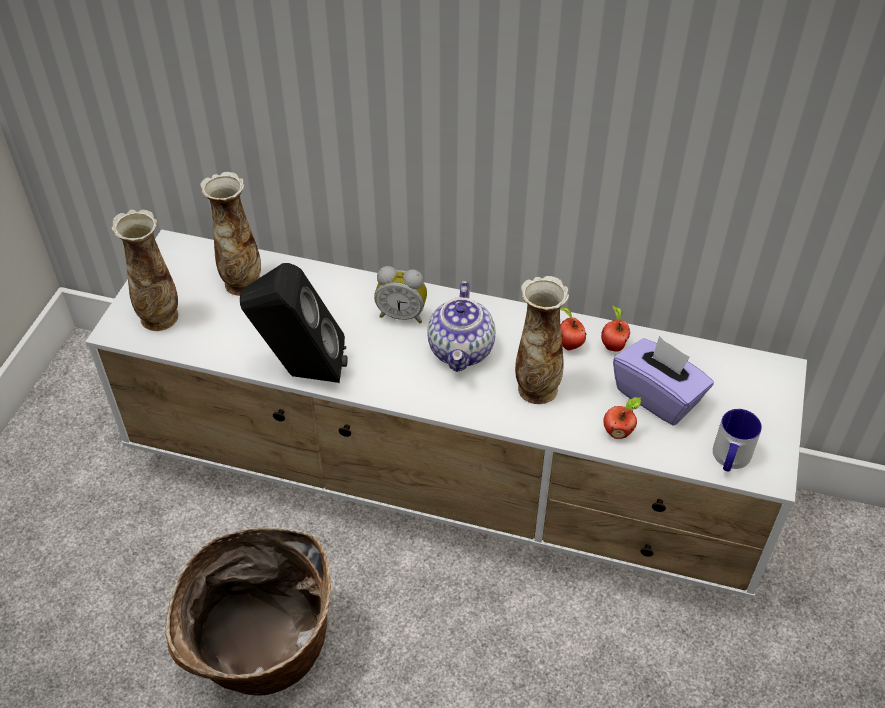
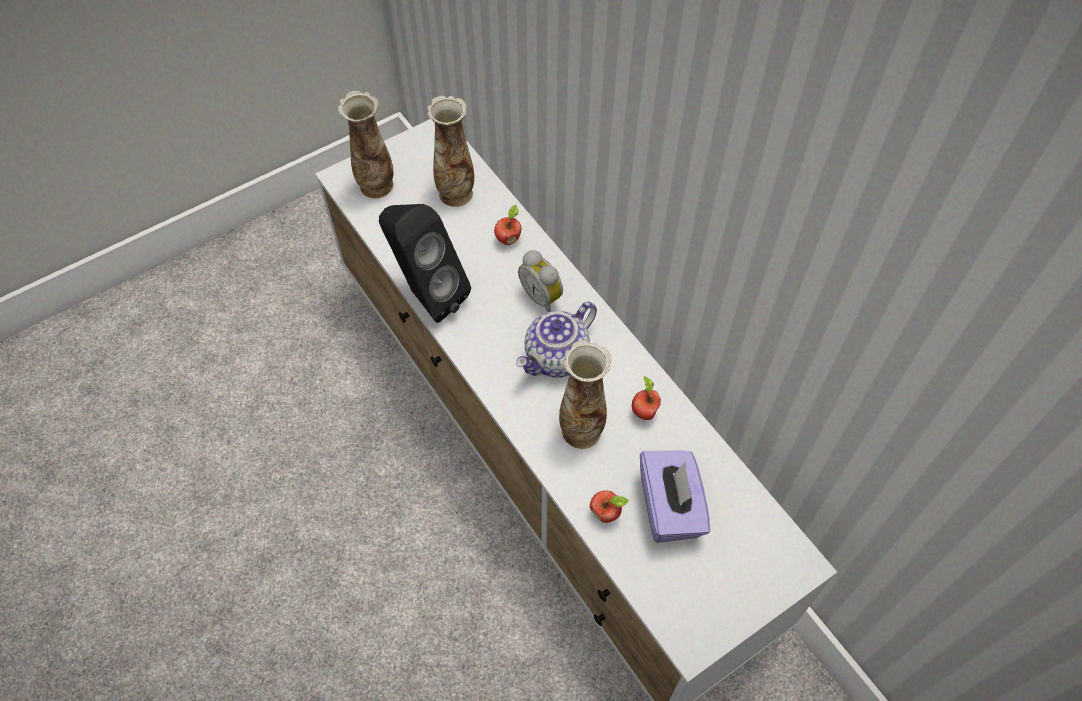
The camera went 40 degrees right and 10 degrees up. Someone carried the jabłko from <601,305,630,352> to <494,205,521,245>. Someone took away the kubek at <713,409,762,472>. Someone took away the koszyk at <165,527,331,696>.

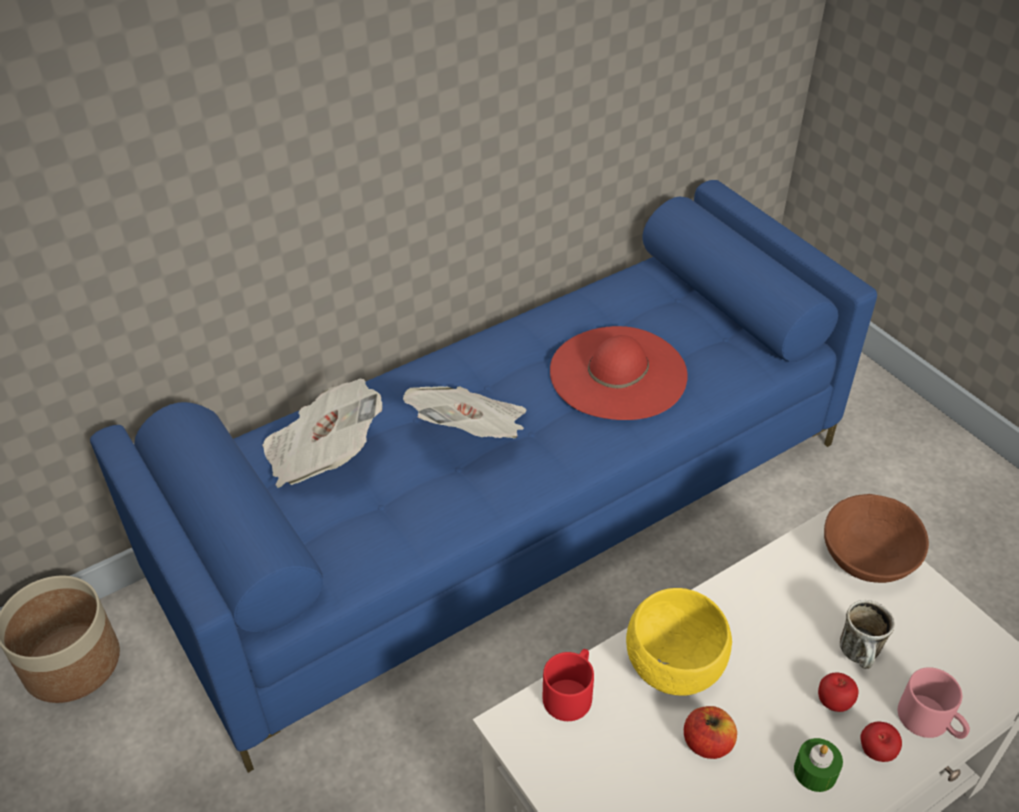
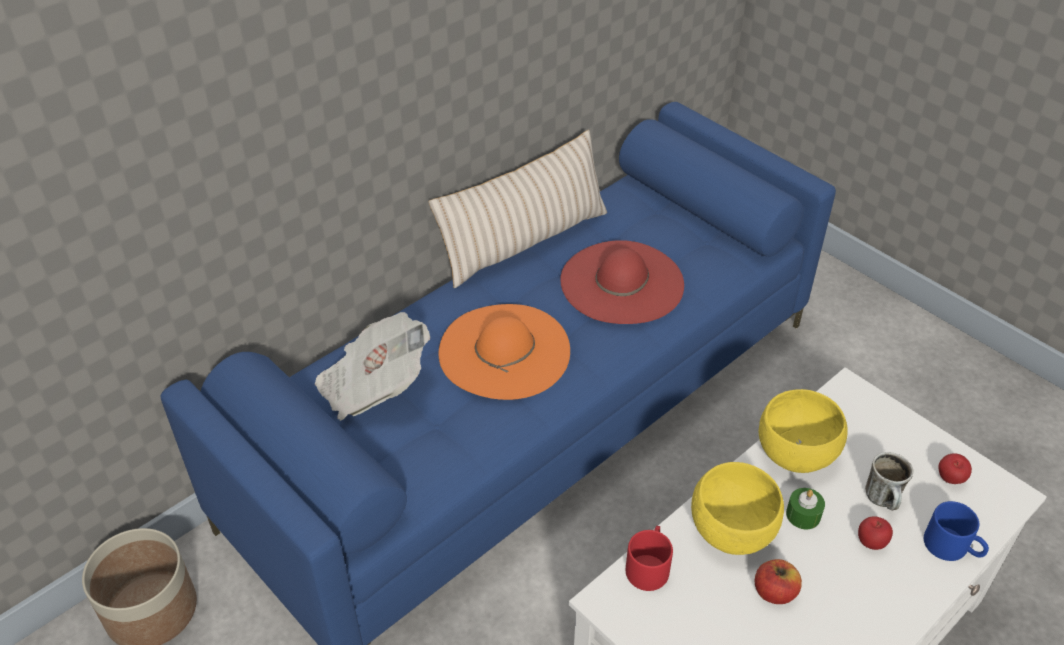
The camera went 10 degrees left and 0 degrees up. Someone swapped the gazeta at <403,386,526,438> for the kapelusz (pomarańczowy) at <439,304,570,400>. Someone took away the miska (brązowy) at <824,494,929,583>. Someone repainted the kubek (różowy) at <898,667,970,739>, which became the kubek (niebieski) at <924,501,989,561>. Someone carried the jabłko from <860,722,902,762> to <938,453,972,484>. Someone carried the świeca (zielony) from <794,738,843,792> to <786,488,825,530>. Someone put down the poduszka (beżowy) at <429,130,607,288>. Someone put down the miska (żółty) at <759,389,848,473>.

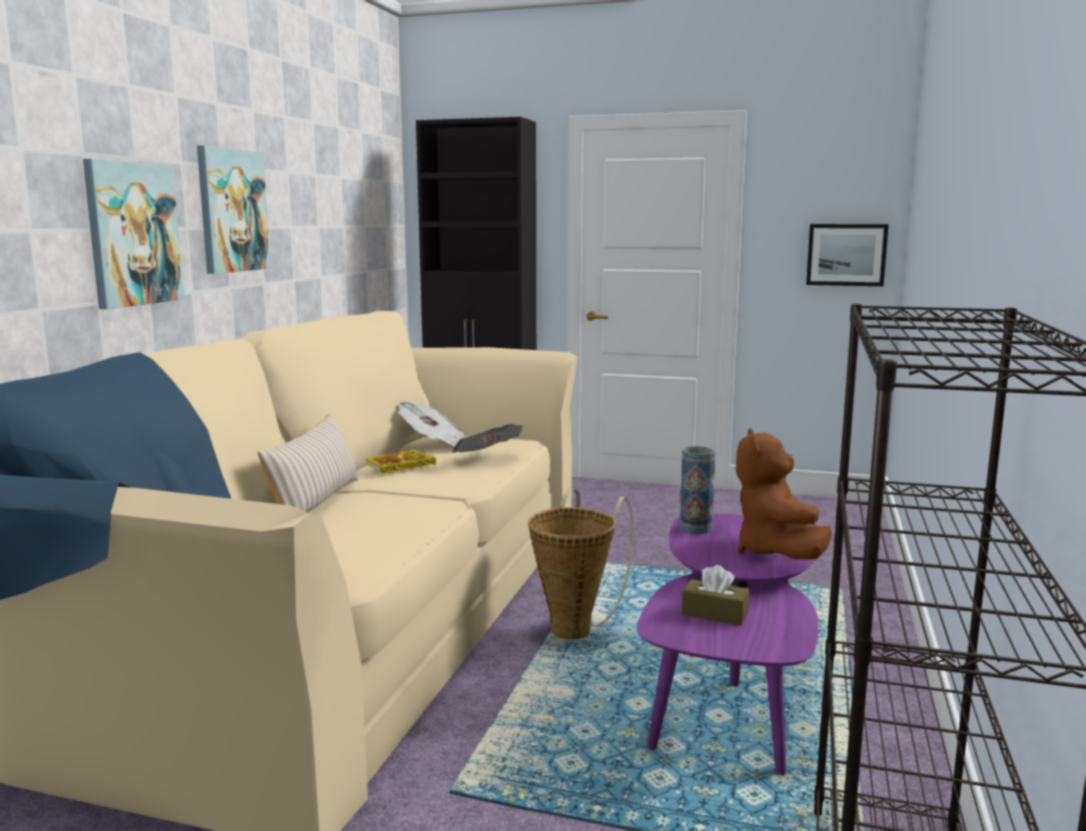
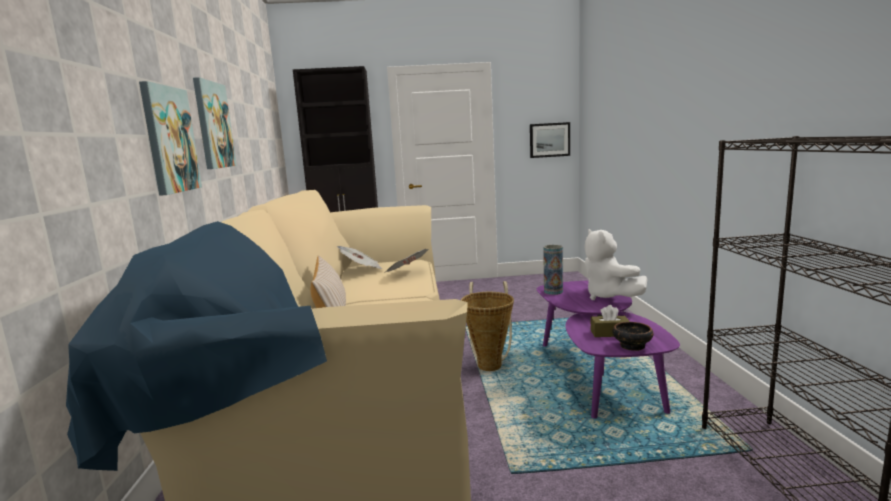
The camera went 20 degrees left and 0 degrees up. Someone repainted the pluszak (brązowy) at <736,428,832,560>, which became the pluszak (biały) at <584,229,647,300>. Someone took away the książka at <365,450,436,473>. Someone put down the miska at <612,322,654,351>.

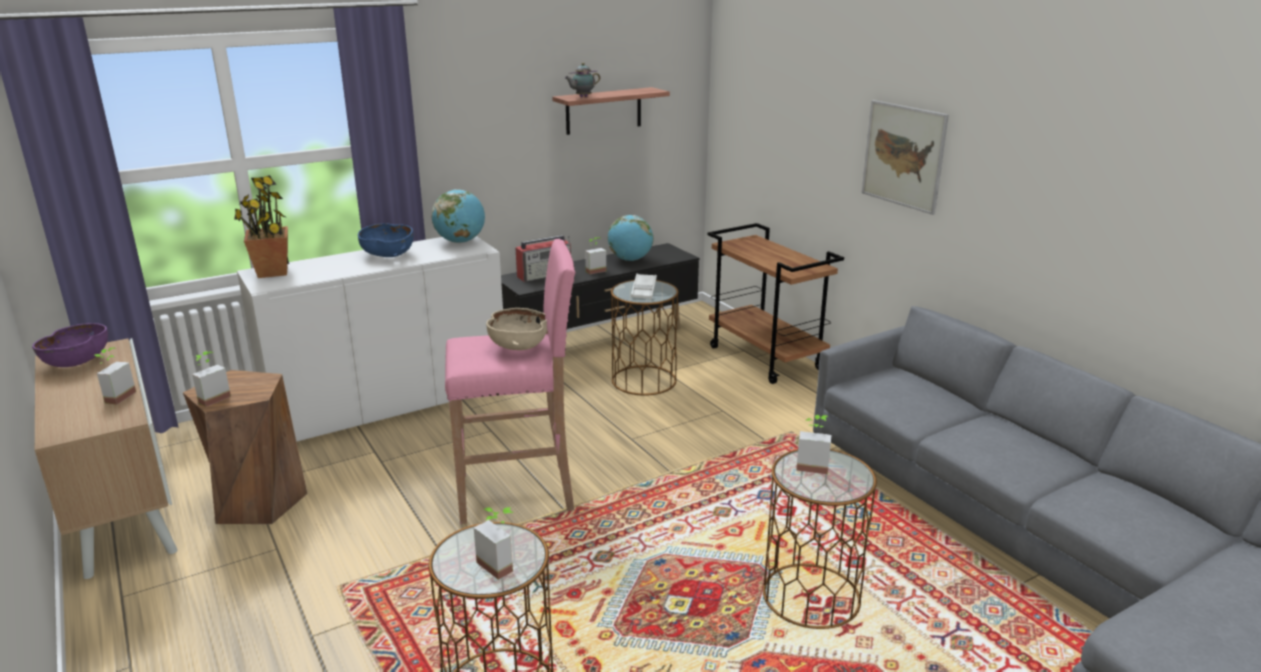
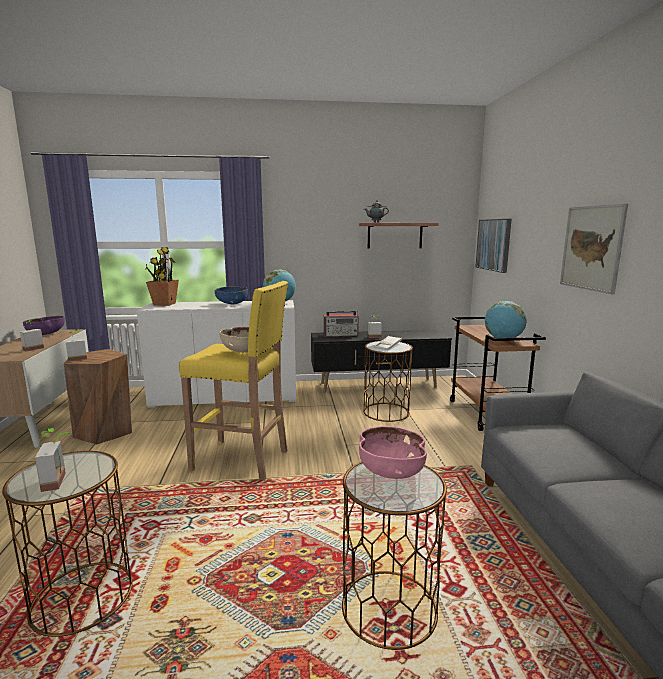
The camera went 25 degrees right and 10 degrees down. Someone carried the globus from <608,215,653,261> to <485,301,527,338>. Someone repainted the stołek (różowy) at <445,239,576,524>, which became the stołek (żółty) at <179,281,288,481>. Someone swapped the roślina doniczkowa at <796,415,831,475> for the miska (różowy) at <359,426,427,479>. Someone put up the obraz at <475,219,512,273>.

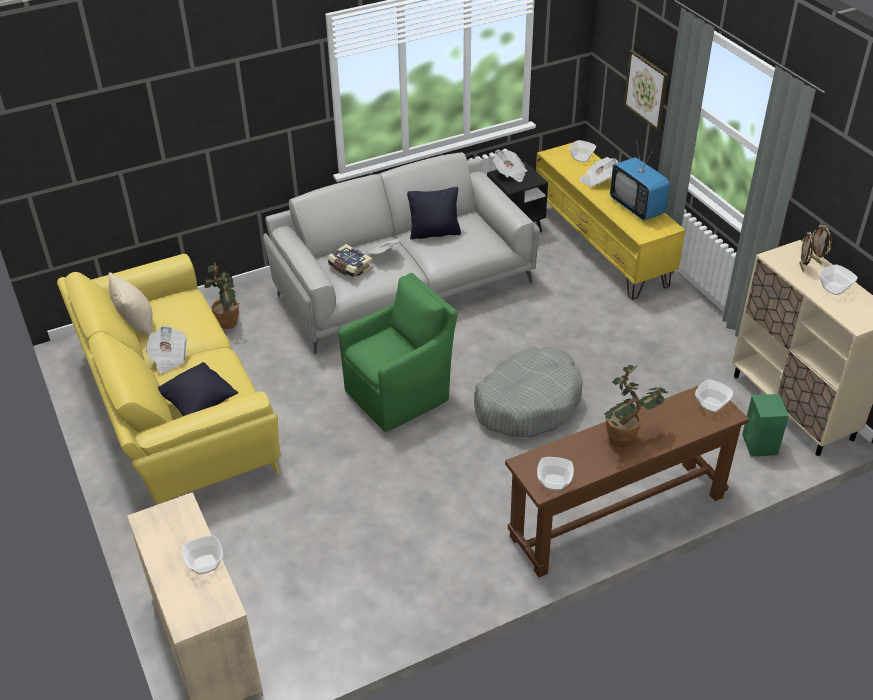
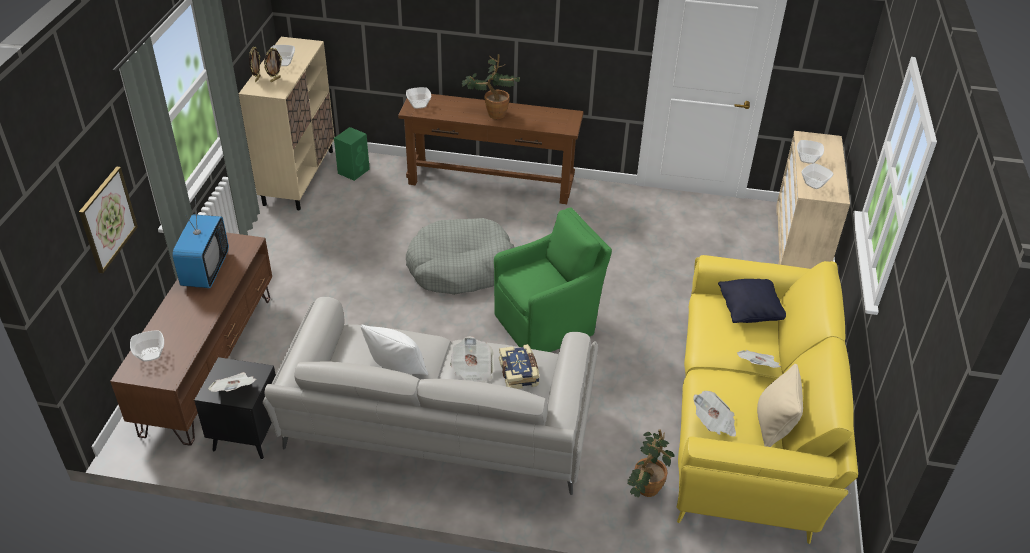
The camera went 145 degrees left and 0 degrees up. Someone repainted the szafka pod telewizor (żółty) at <536,142,685,300>, which became the szafka pod telewizor (brązowy) at <110,232,272,445>. Someone carried the gazeta from <579,157,618,188> to <693,391,736,437>. Someone repainted the poduszka (czarny) at <407,187,461,240>, which became the poduszka (biały) at <361,325,428,376>. Someone rotated the fotel (zielony) at <338,273,457,432> by 150 degrees clockwise. Someone carried the miska from <537,457,574,490> to <801,163,833,189>.

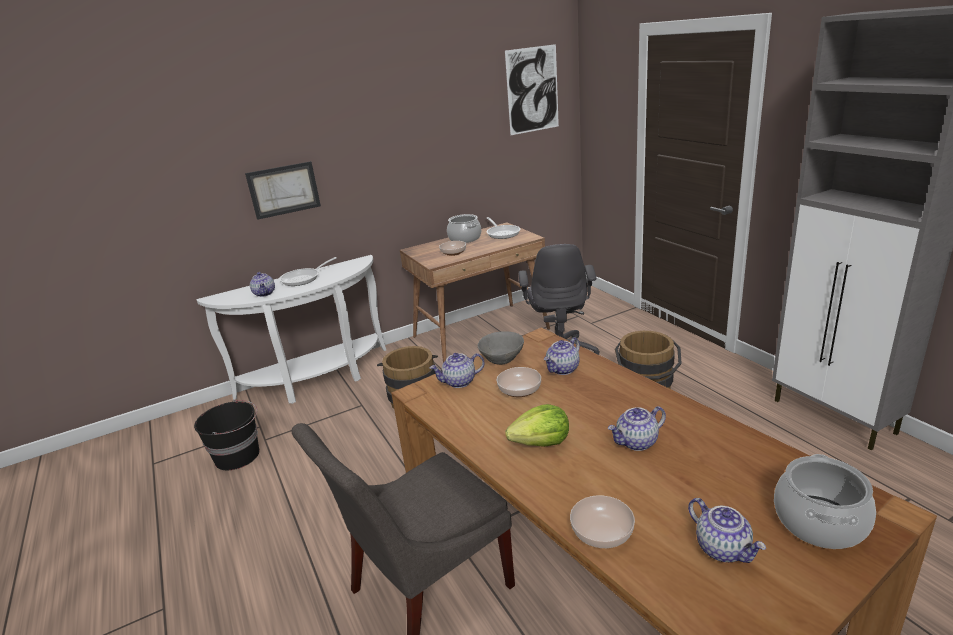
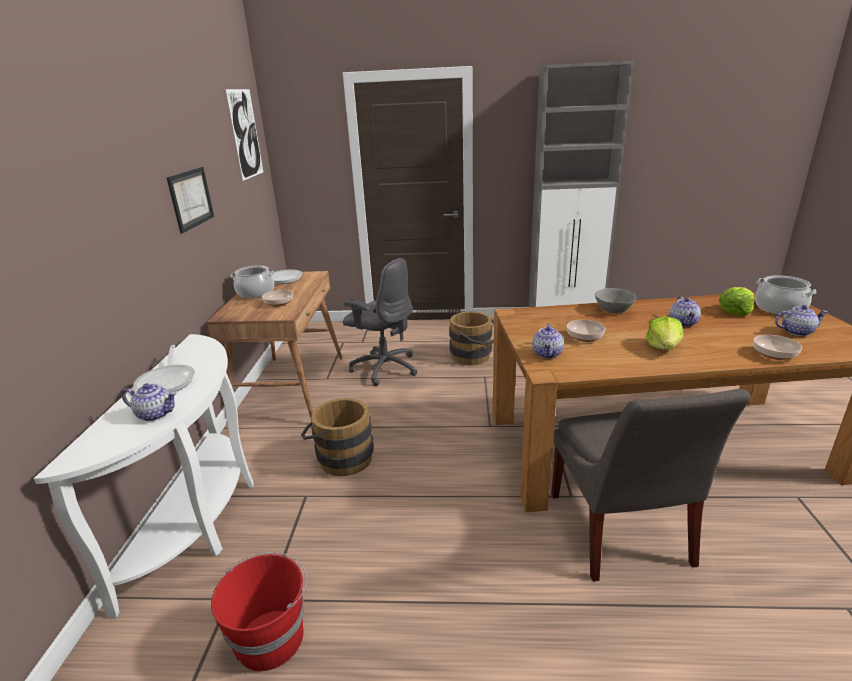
The camera went 60 degrees left and 0 degrees up. Someone carried the obraz from <245,161,321,220> to <167,167,214,234>. Someone carried the miska (szary) from <478,332,524,365> to <595,288,636,313>. Someone took away the imbryk at <544,337,580,375>. Someone repainted the wiadro (czarny) at <194,400,260,470>, which became the wiadro (czerwony) at <211,552,307,671>. Someone put down the sałata at <719,287,754,316>.

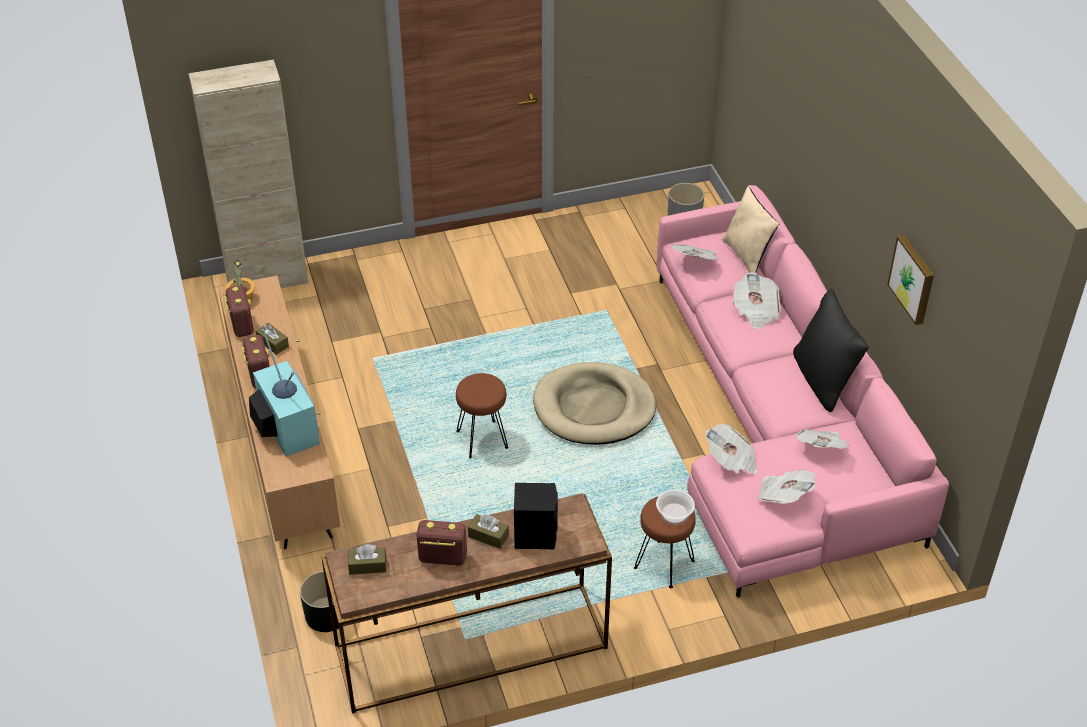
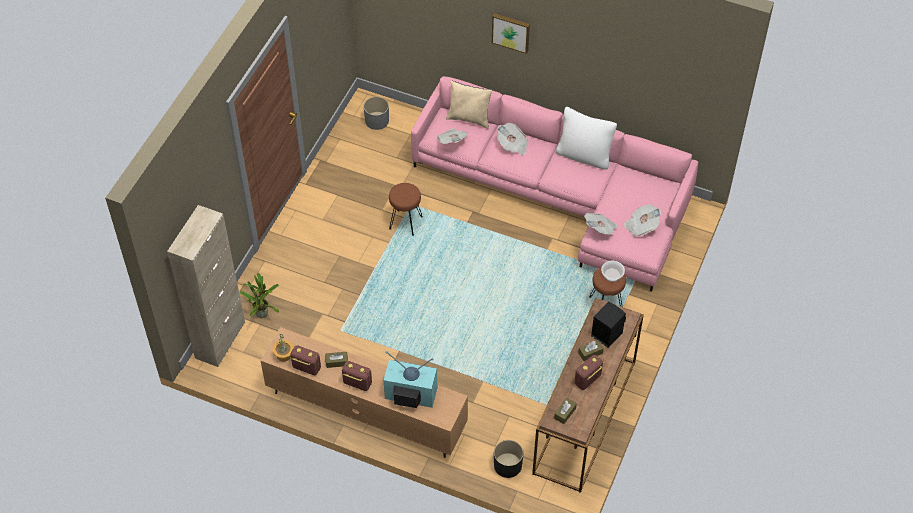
The camera went 50 degrees left and 10 degrees up. Someone carried the obraz from <887,235,934,325> to <492,13,530,54>. Someone repainted the poduszka (czarny) at <793,289,869,412>, which became the poduszka (biały) at <556,107,617,170>. Someone took away the legowisko (beżowy) at <533,362,656,445>. Someone carried the stołek (brązowy) from <456,373,508,459> to <389,183,423,236>. Someone took away the gazeta at <795,429,849,449>. Someone put down the roślina doniczkowa at <240,273,279,318>.

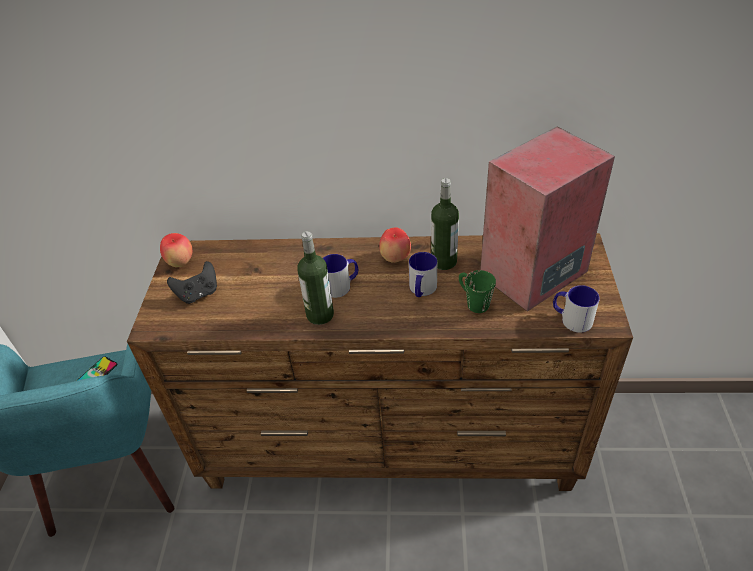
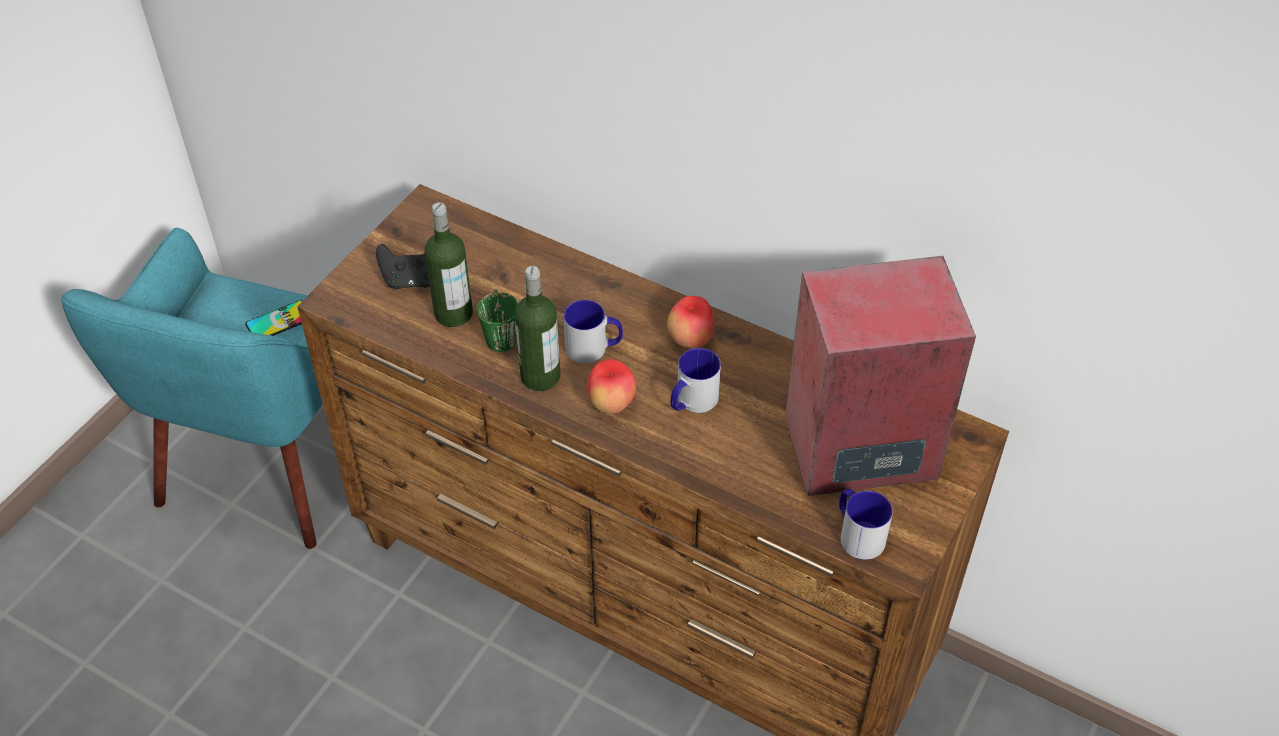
The camera went 25 degrees right and 5 degrees up. Someone carried the butelka from <431,178,459,270> to <425,202,473,327>. Someone carried the jabłko from <160,233,192,267> to <587,359,636,414>. Someone carried the kubek (zielony) from <459,270,496,313> to <477,289,518,352>.

